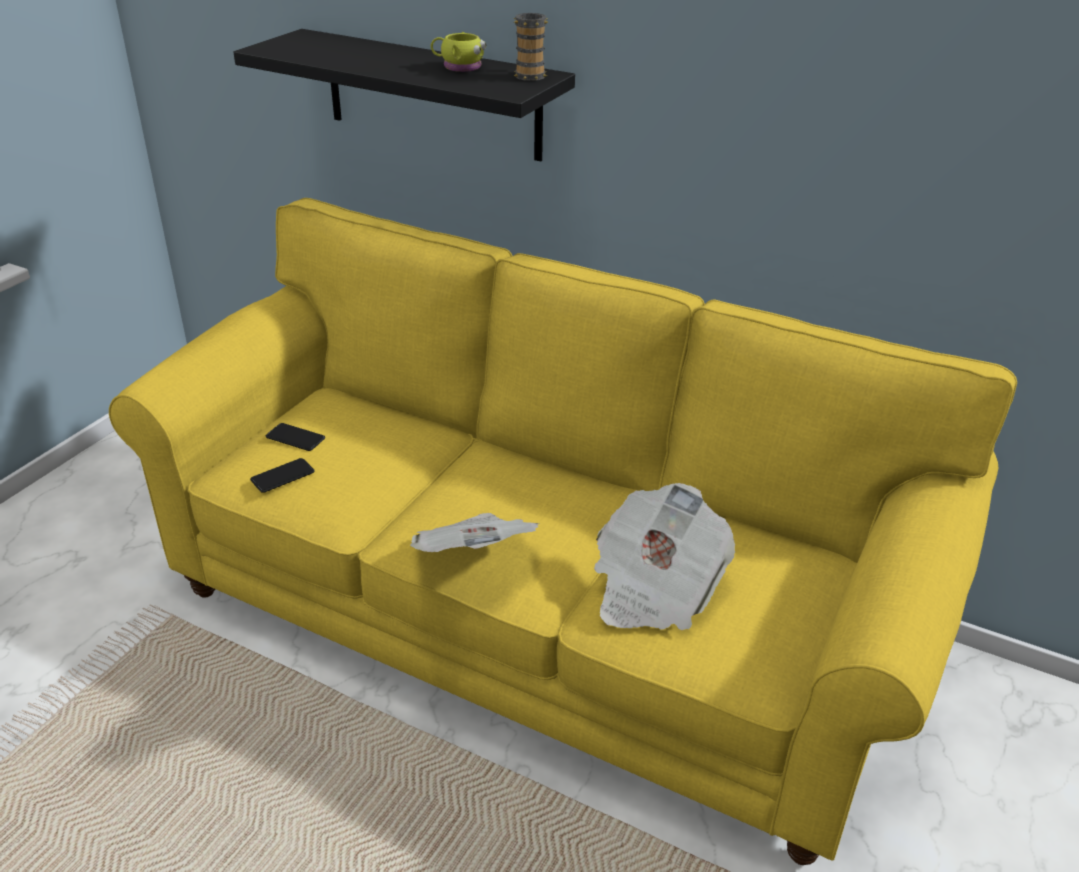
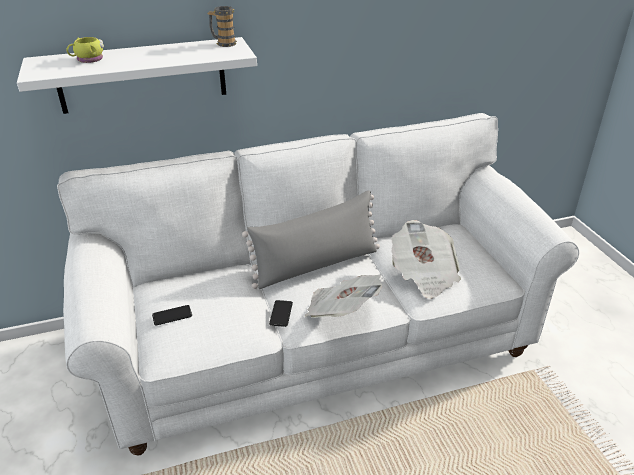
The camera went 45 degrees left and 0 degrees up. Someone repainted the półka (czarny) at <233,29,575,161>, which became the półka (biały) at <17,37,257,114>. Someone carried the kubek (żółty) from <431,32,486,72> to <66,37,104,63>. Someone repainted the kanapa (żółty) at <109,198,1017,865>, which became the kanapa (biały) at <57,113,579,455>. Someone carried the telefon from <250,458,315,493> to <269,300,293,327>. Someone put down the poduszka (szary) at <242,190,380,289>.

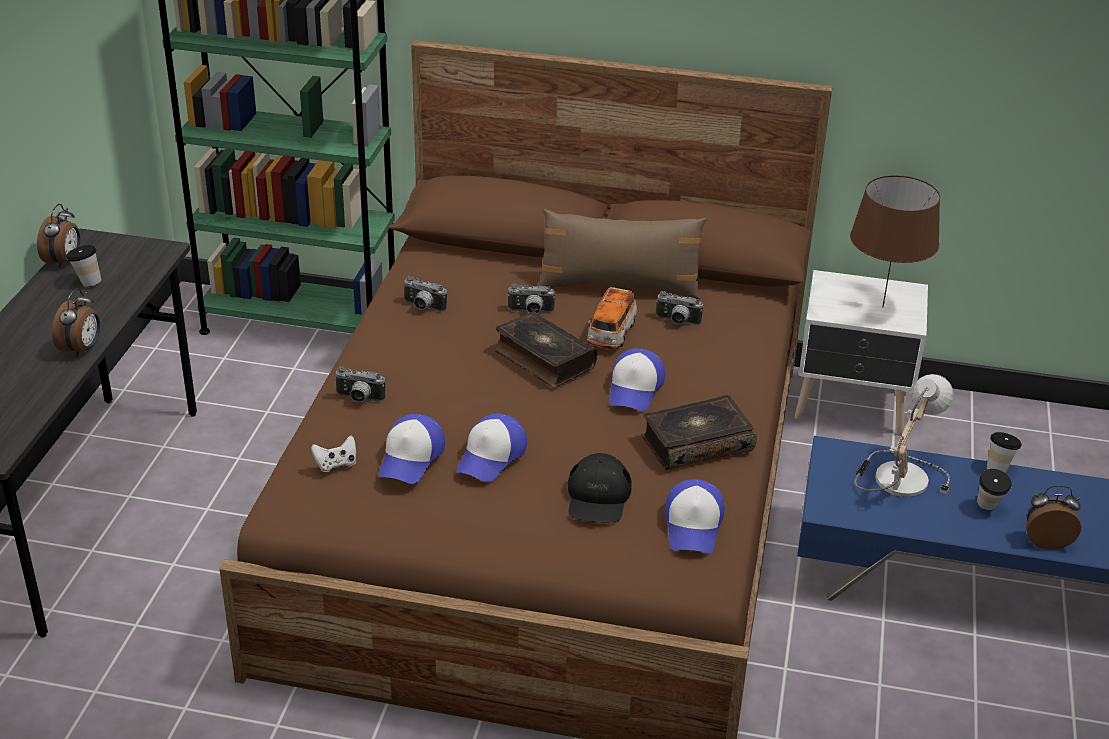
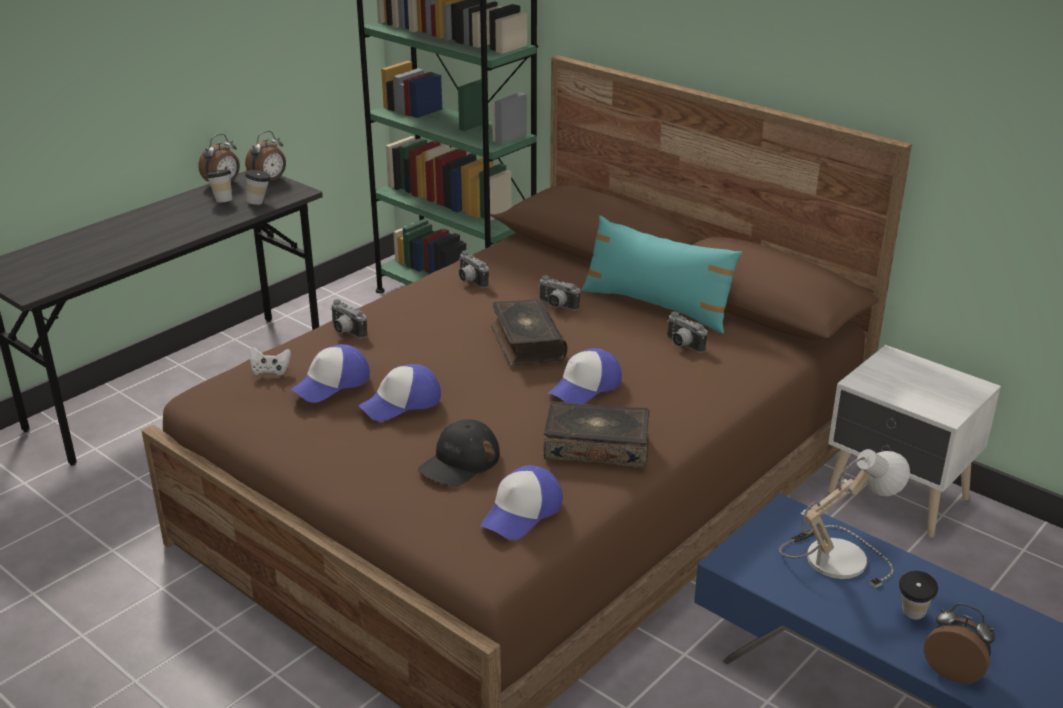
The camera went 30 degrees right and 5 degrees down. Someone took away the lampa stołowa (brązowy) at <850,175,940,307>. Someone repainted the poduszka (brązowy) at <538,209,706,300>, which became the poduszka (turkusowy) at <581,215,742,333>. Someone took away the samochodzik at <587,287,637,349>. Someone carried the budzik from <52,288,100,357> to <245,131,286,181>. Someone carried the filiżanka from <987,432,1022,473> to <245,170,271,205>.

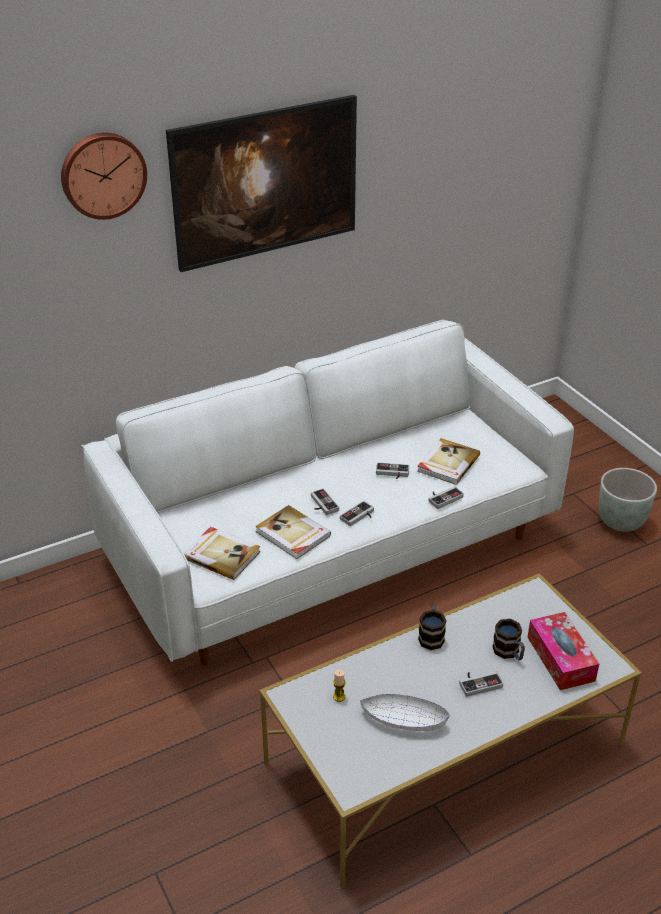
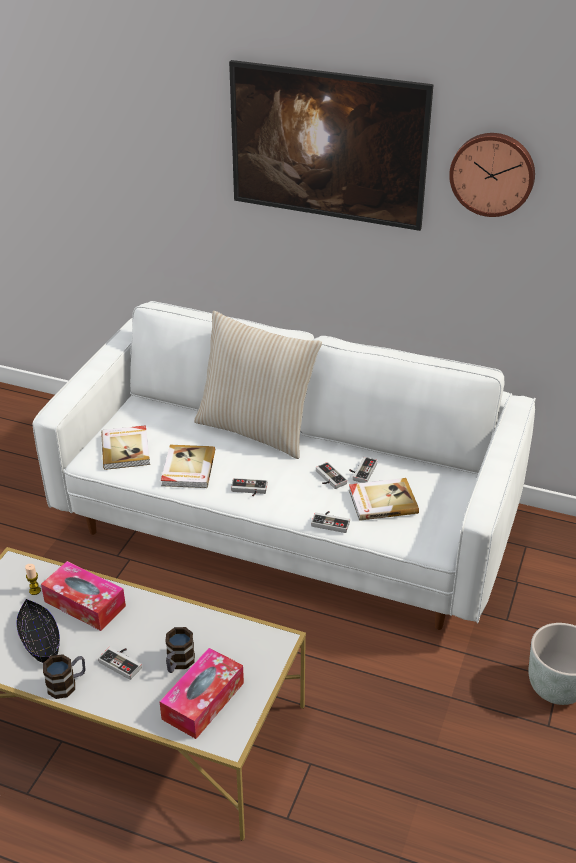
The camera went 50 degrees right and 0 degrees up. Someone carried the zegar ścienny from <61,133,147,220> to <449,133,535,217>. Someone carried the pad do gier from <311,489,339,515> to <349,457,377,483>. Someone carried the kubek from <418,605,447,650> to <43,654,86,699>. Someone repainted the miska (biały) at <360,694,449,731>, which became the miska (czarny) at <16,599,60,663>. Someone put down the poduszka (beżowy) at <194,311,322,459>. Someone put down the pudełko chusteczek at <41,561,126,631>.

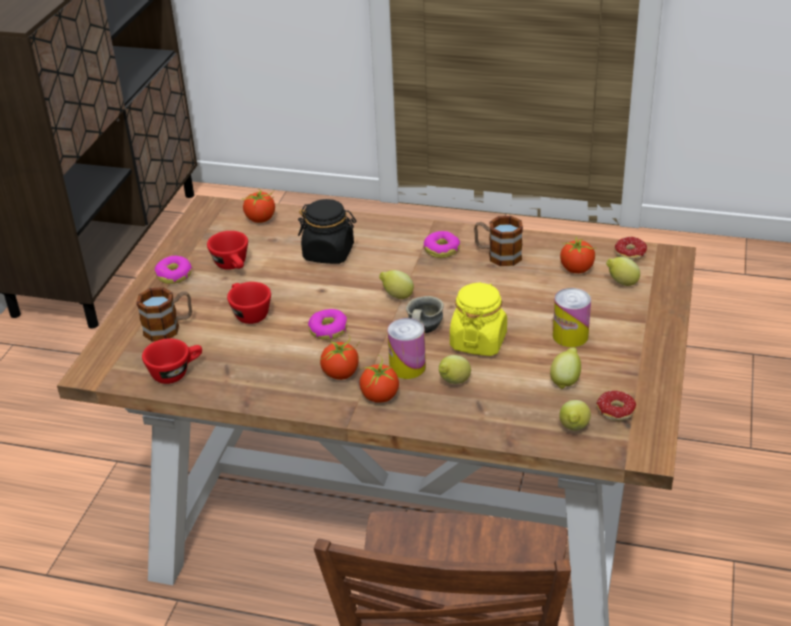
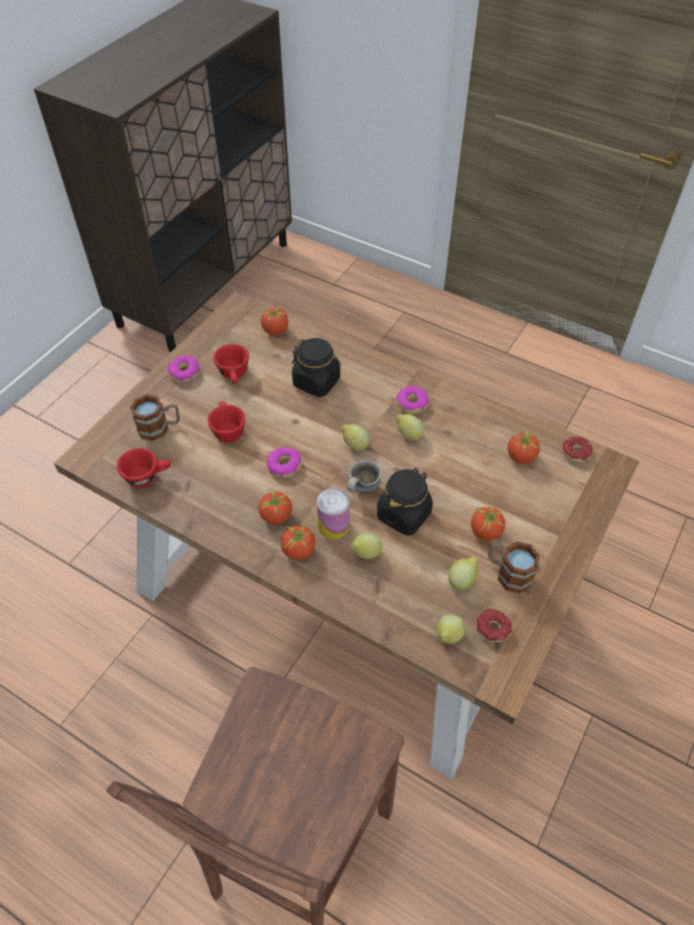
The camera went 15 degrees right and 15 degrees up. Someone carried the kubek from <474,216,523,266> to <488,541,540,594>. Someone carried the cytryna from <606,257,640,286> to <396,414,424,440>. Someone repainted the słoik (żółty) at <450,282,507,356>, which became the słoik (czarny) at <377,468,433,535>. Someone swapped the puszka at <553,288,591,347> for the pomidor at <471,499,505,540>.

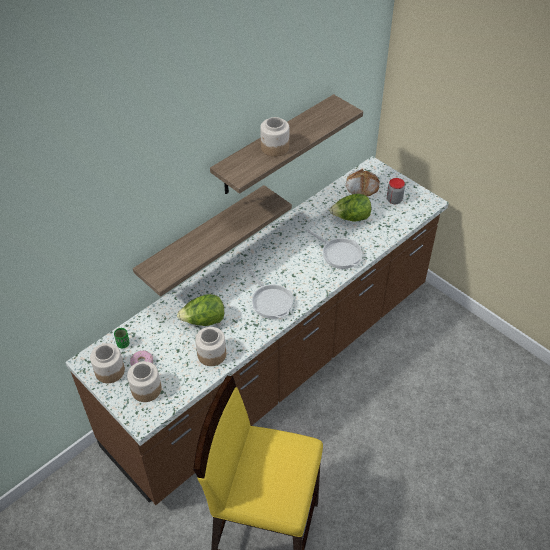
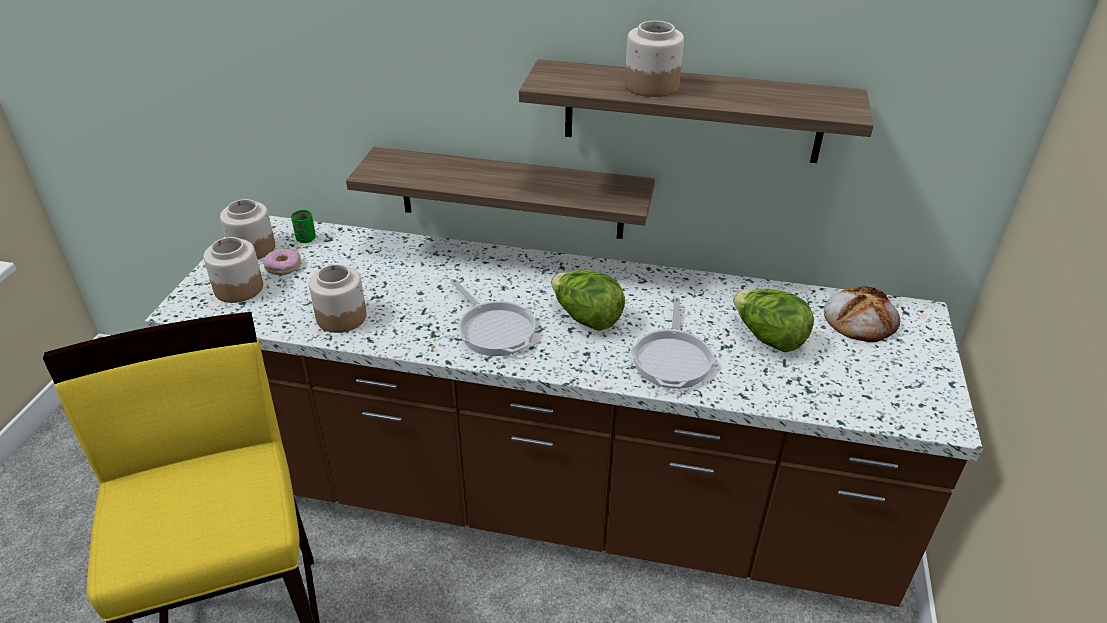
The camera went 55 degrees right and 10 degrees down. Someone took away the słoik at <387,178,405,204>. Someone rotated the patelnia at <248,268,293,319> by 60 degrees counterclockwise. Someone carried the sałata from <177,294,224,326> to <551,270,625,331>.

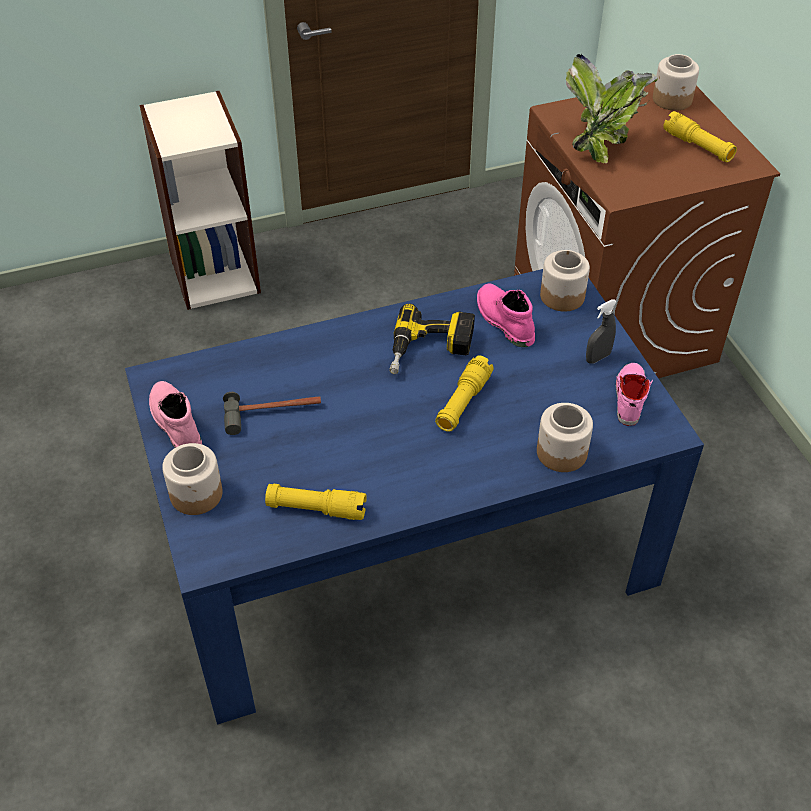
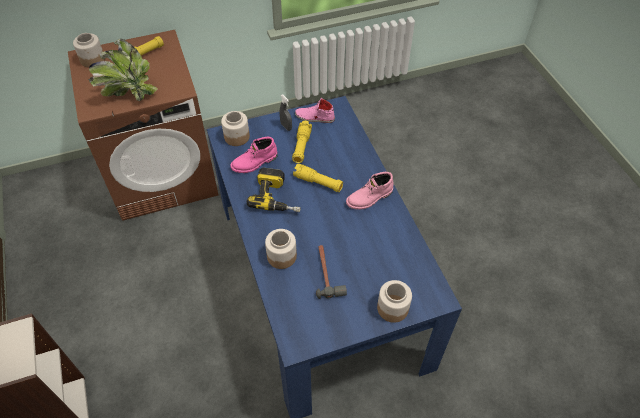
The camera went 90 degrees left and 5 degrees up. Someone carried the but z cholewką (różowy) from <149,381,202,448> to <346,172,394,210>. Someone carried the słoik from <537,403,593,472> to <265,229,297,269>. Someone carried the latarka (żółty) from <265,484,367,520> to <292,121,312,163>.

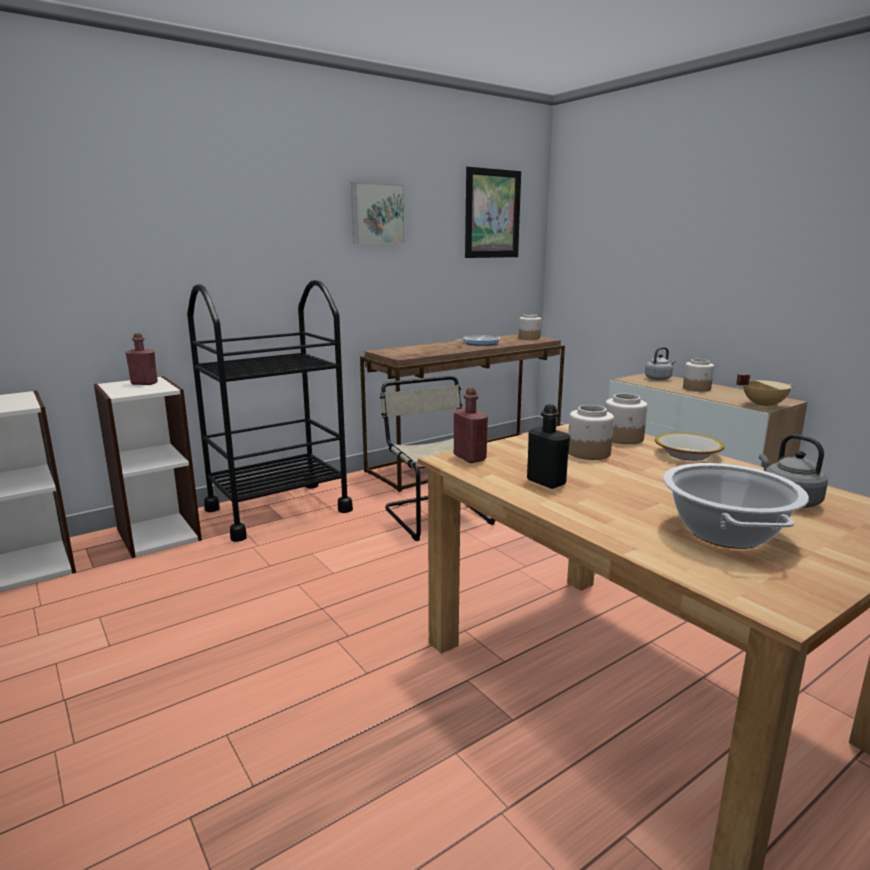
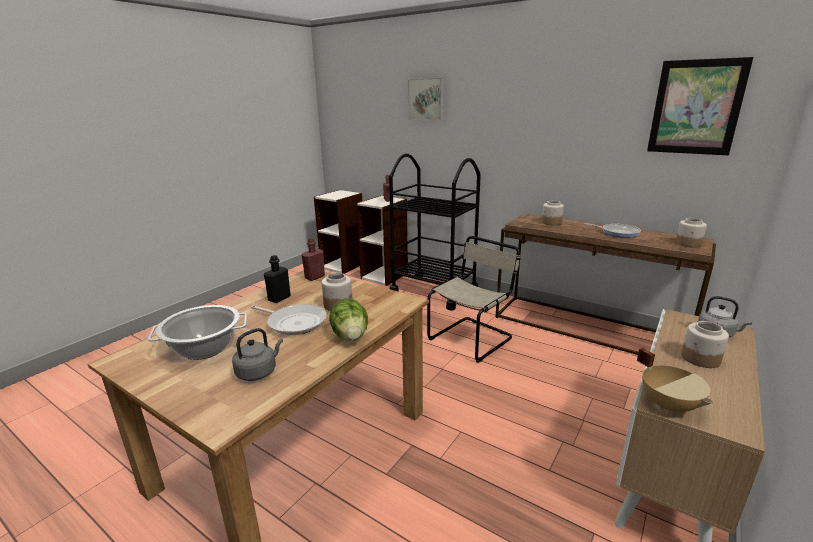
The camera went 70 degrees right and 5 degrees up. Someone carried the obraz from <351,182,405,244> to <408,78,444,121>. Someone carried the słoik from <605,394,647,444> to <542,201,564,225>. Someone swapped the miska at <655,433,724,461> for the sałata at <329,299,368,341>. Someone put down the patelnia at <251,304,327,335>.

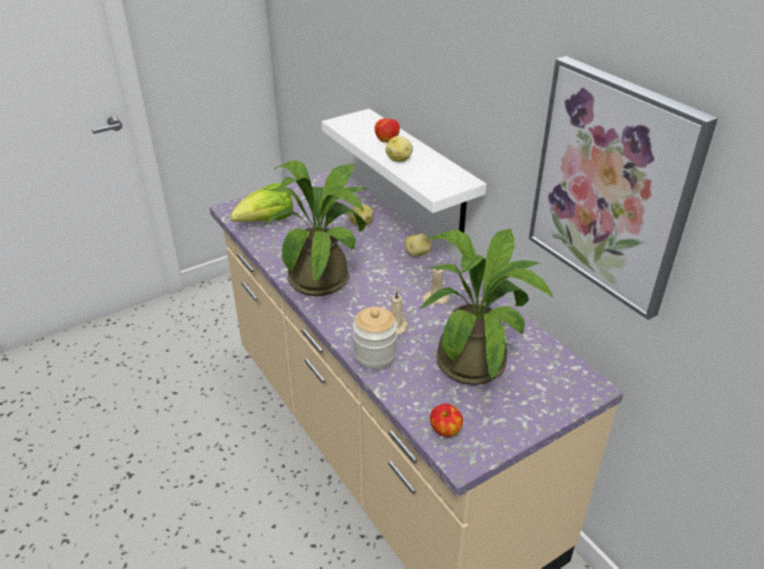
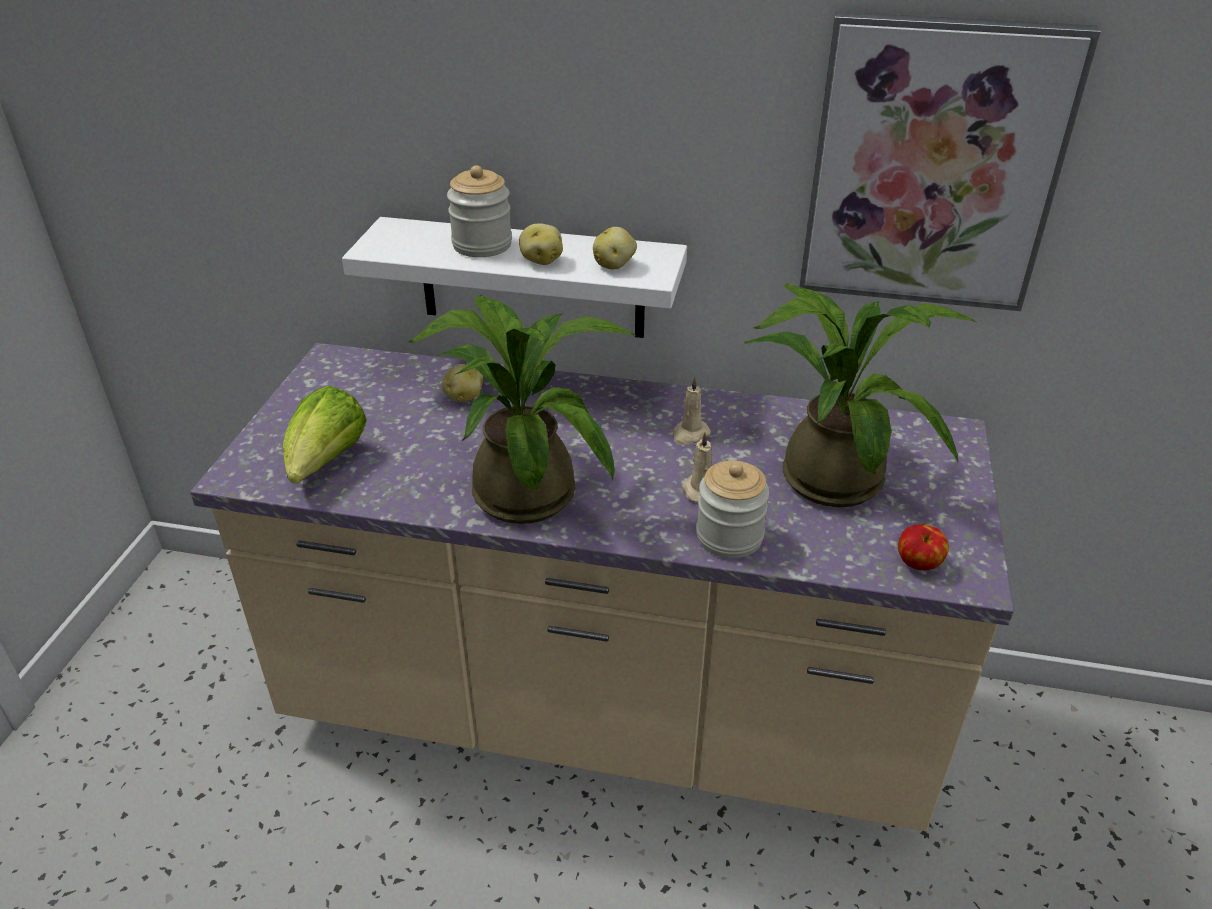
The camera went 45 degrees left and 0 degrees up. Someone swapped the jabłko at <375,118,400,142> for the słoik at <447,165,512,257>. Someone carried the ziemniak from <405,234,431,257> to <593,227,637,269>.

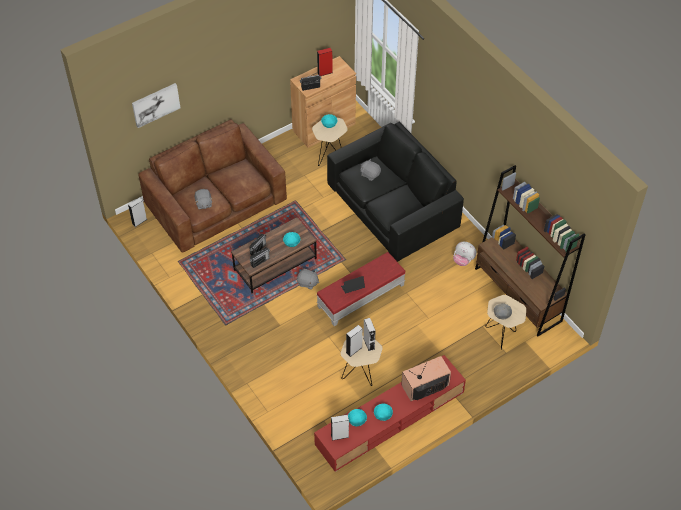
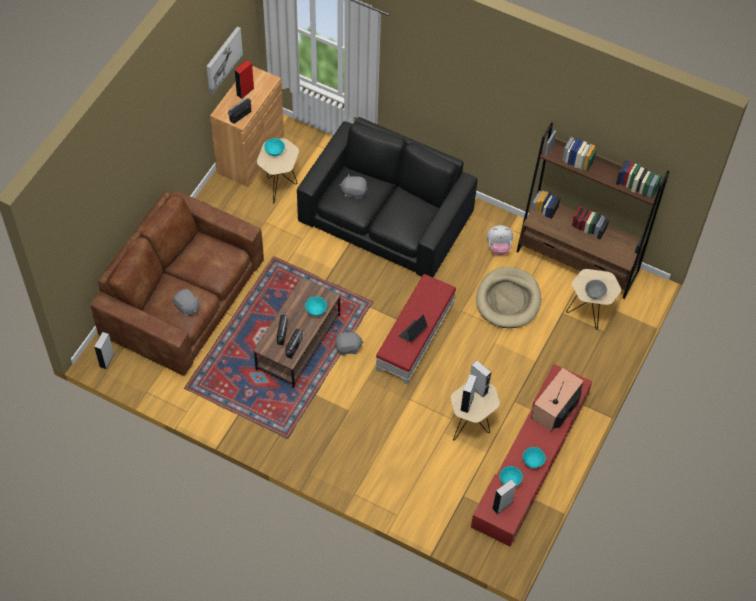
The camera went 30 degrees left and 5 degrees up. Someone carried the obraz from <132,83,180,128> to <206,27,243,94>. Someone put down the legowisko (beżowy) at <476,267,541,328>.

